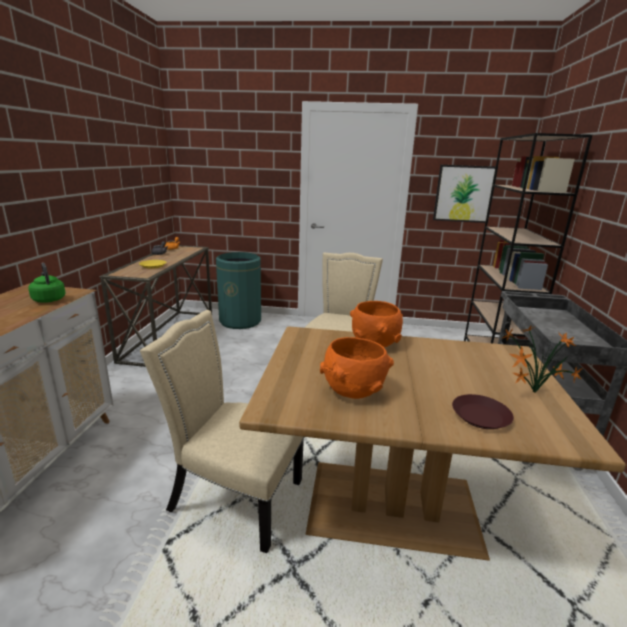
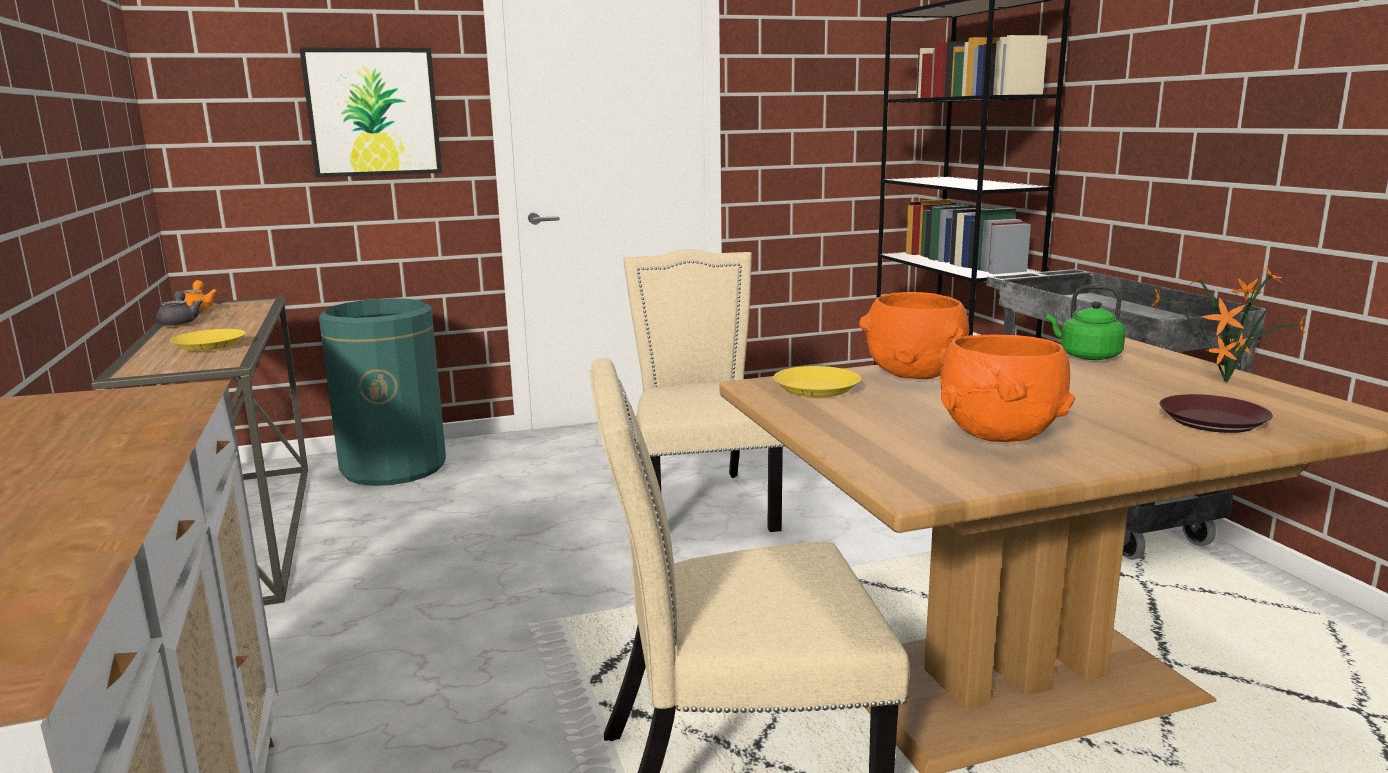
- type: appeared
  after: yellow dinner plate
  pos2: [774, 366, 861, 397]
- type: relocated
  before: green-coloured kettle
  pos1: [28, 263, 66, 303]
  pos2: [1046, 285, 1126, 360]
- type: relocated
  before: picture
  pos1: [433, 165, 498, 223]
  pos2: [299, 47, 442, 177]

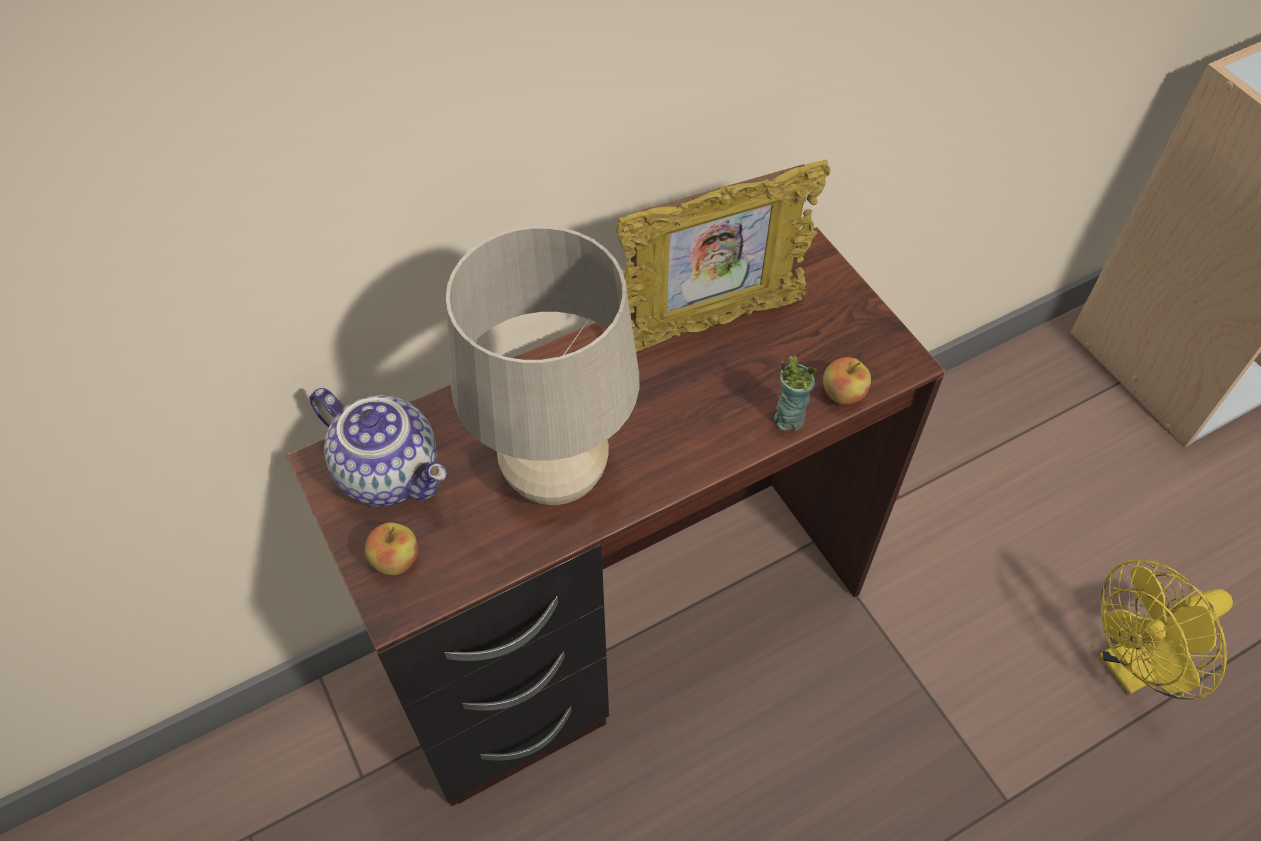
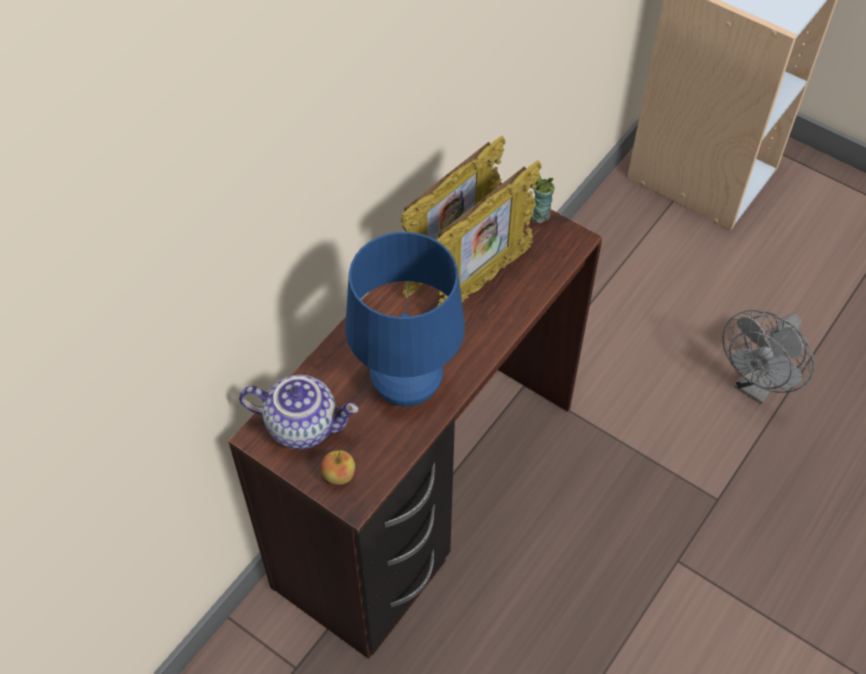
- type: missing
  before: apple fruit
  pos1: [823, 357, 871, 405]
- type: appeared
  after: photo frame
  pos2: [437, 160, 541, 307]
- type: relocated
  before: small cup
  pos1: [774, 356, 817, 431]
  pos2: [532, 175, 555, 223]
- type: colour
  before: beige-coloured tabletop lamp
  after: blue tabletop lamp
  pos1: [446, 226, 639, 505]
  pos2: [346, 232, 465, 407]
- type: colour
  before: yellow cooling fan
  after: greyish cooling fan
  pos1: [1099, 559, 1233, 700]
  pos2: [722, 310, 814, 404]

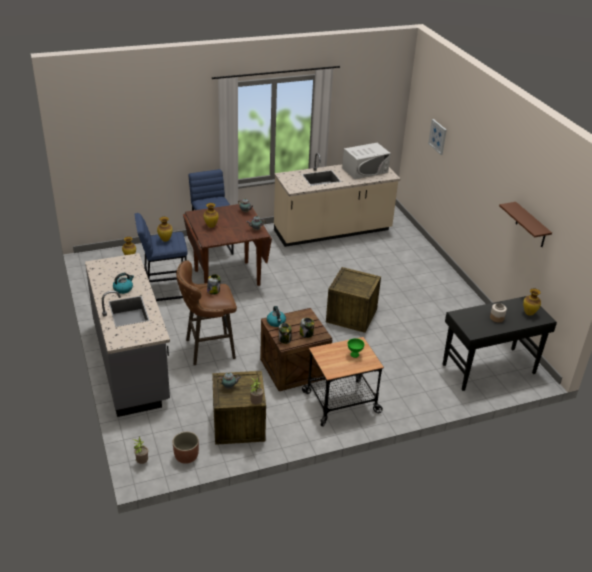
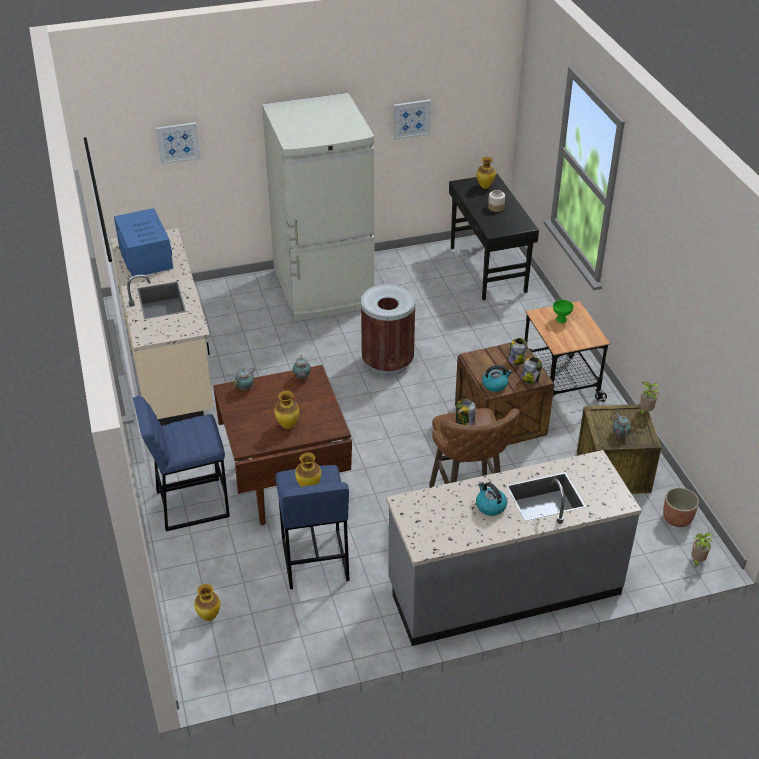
- type: appeared
  after: white kitchen fridge
  pos2: [262, 93, 375, 320]
- type: exchanged
  before: crate
  after: brownish trash can
  pos1: [326, 267, 381, 333]
  pos2: [361, 284, 416, 376]
- type: exchanged
  before: brownish shelf
  after: picture
  pos1: [499, 202, 552, 247]
  pos2: [394, 100, 431, 140]
- type: colour
  before: white kitchen microwave
  after: blue kitchen microwave
  pos1: [342, 143, 390, 179]
  pos2: [114, 208, 173, 276]

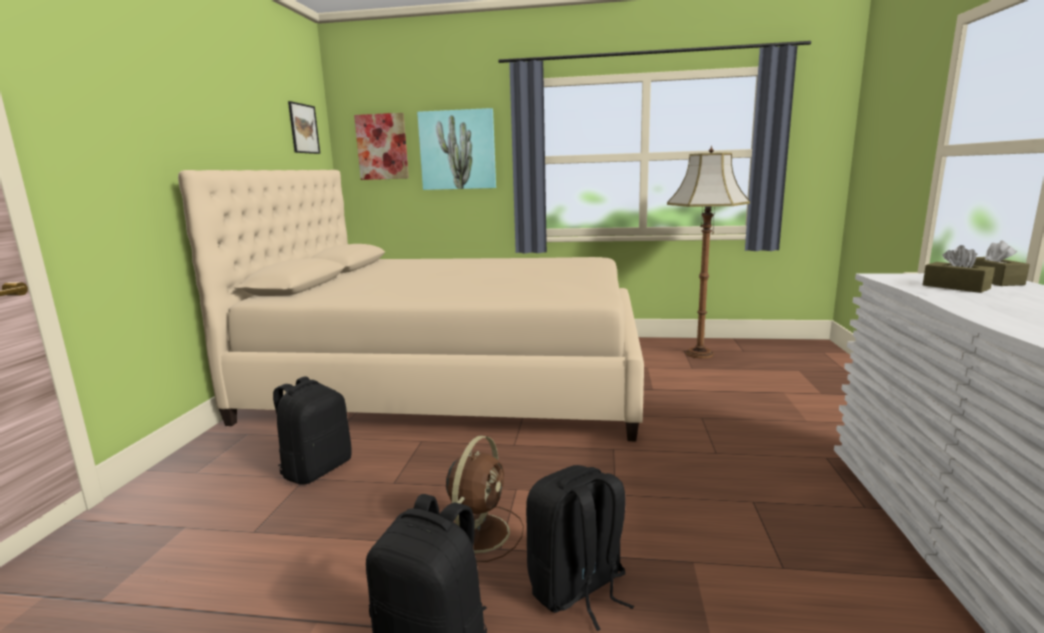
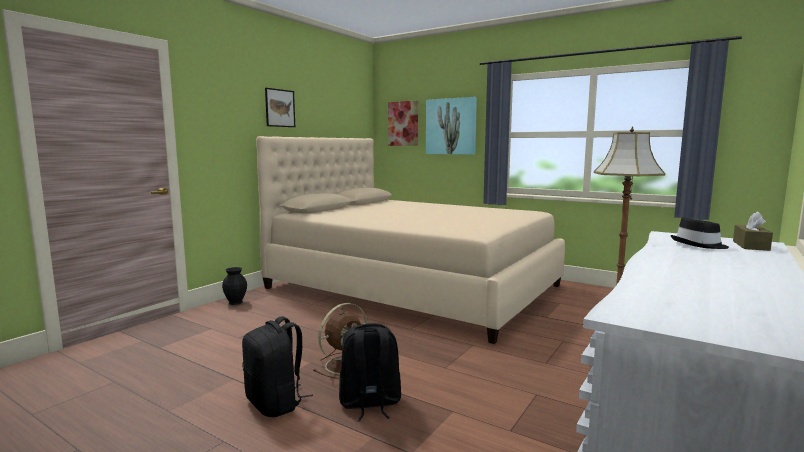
- type: missing
  before: black-coloured rucksack
  pos1: [273, 376, 352, 485]
- type: appeared
  after: black-coloured vase
  pos2: [222, 267, 247, 305]
- type: relocated
  before: picture
  pos1: [288, 101, 320, 154]
  pos2: [265, 88, 295, 127]
- type: exchanged
  before: brownish box of tissues
  after: black-coloured clothing hat
  pos1: [923, 245, 995, 293]
  pos2: [670, 217, 729, 249]

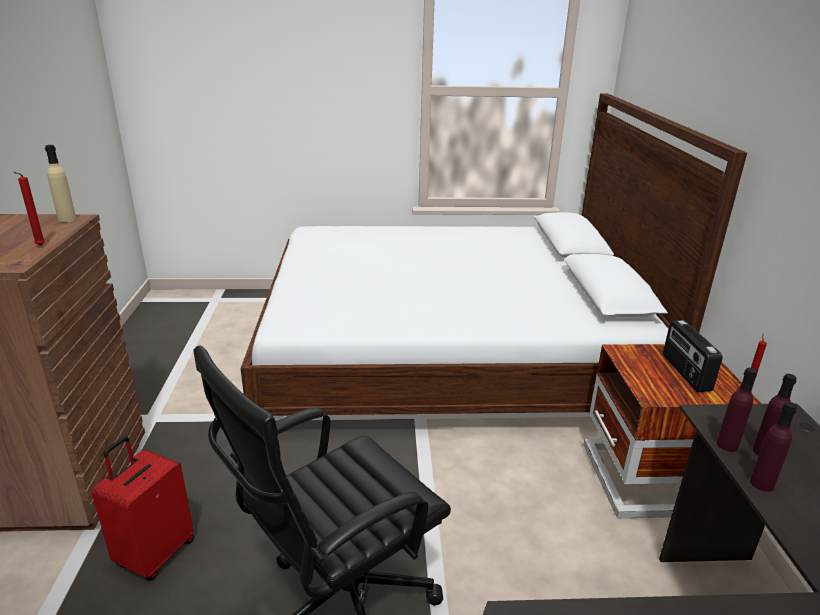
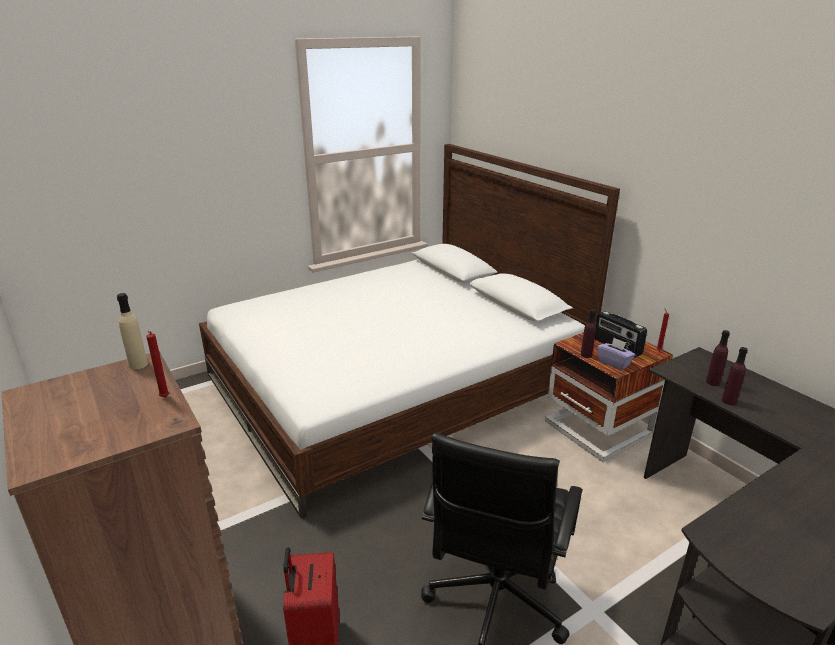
- type: appeared
  after: purple box of tissues
  pos2: [597, 338, 635, 370]
- type: relocated
  before: purple bottle
  pos1: [717, 368, 757, 452]
  pos2: [581, 309, 596, 358]

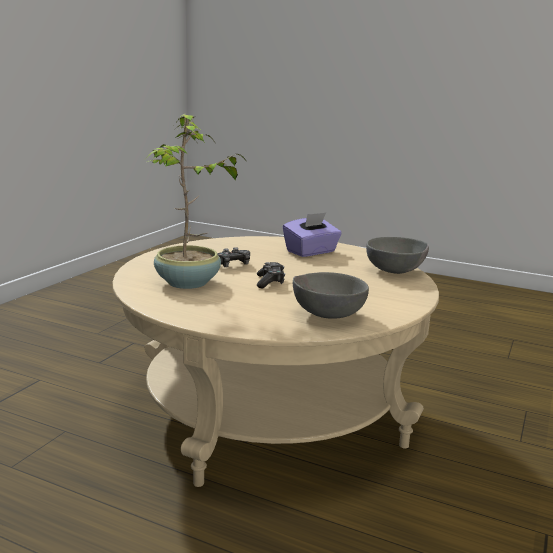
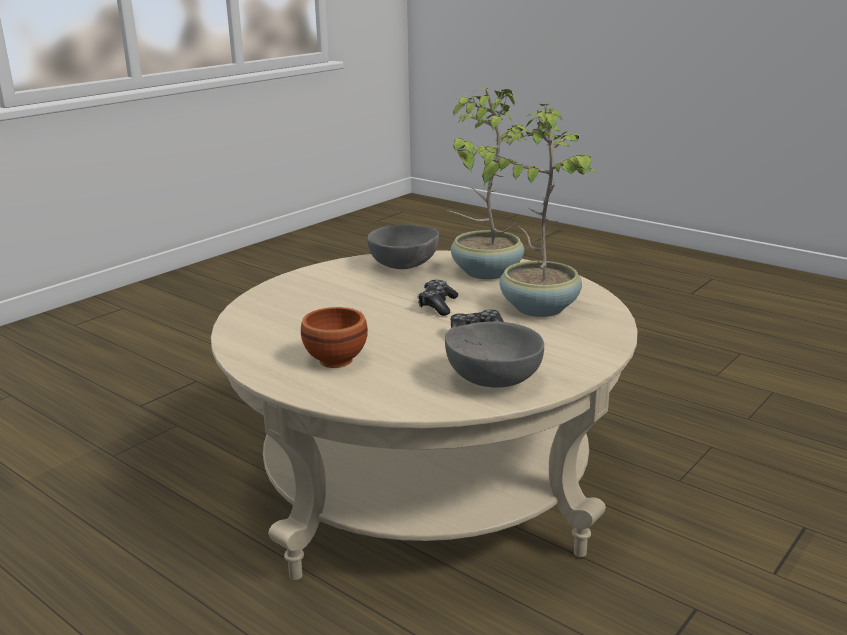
- type: appeared
  after: potted plant
  pos2: [446, 88, 533, 279]
- type: relocated
  before: greyish deep dish
  pos1: [366, 237, 429, 274]
  pos2: [445, 321, 544, 388]
- type: exchanged
  before: purple box of tissues
  after: brownish deep dish
  pos1: [283, 212, 342, 257]
  pos2: [301, 307, 368, 368]

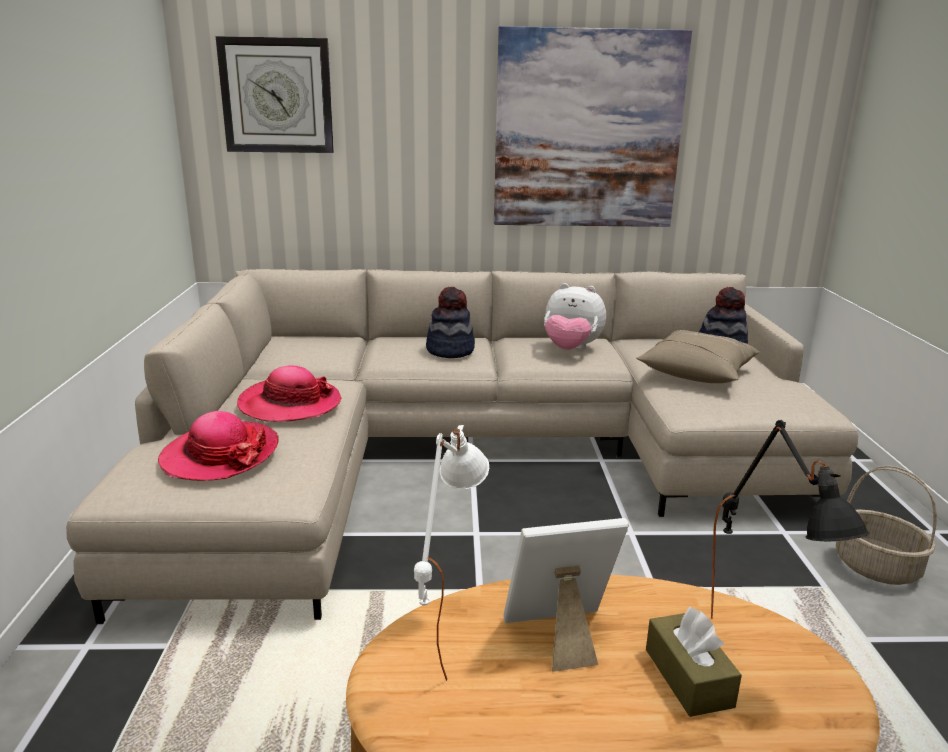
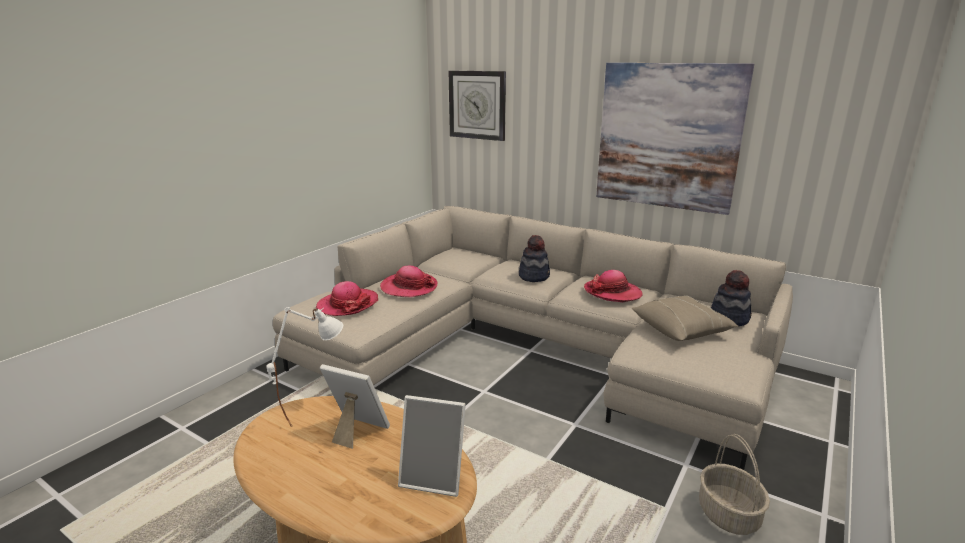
- type: missing
  before: brownish box of tissues
  pos1: [646, 606, 742, 717]
- type: exchanged
  before: soft toy
  after: clothing hat
  pos1: [544, 283, 606, 350]
  pos2: [584, 270, 643, 302]
- type: exchanged
  before: black-coloured tabletop lamp
  after: photo frame
  pos1: [711, 420, 869, 619]
  pos2: [398, 395, 466, 497]

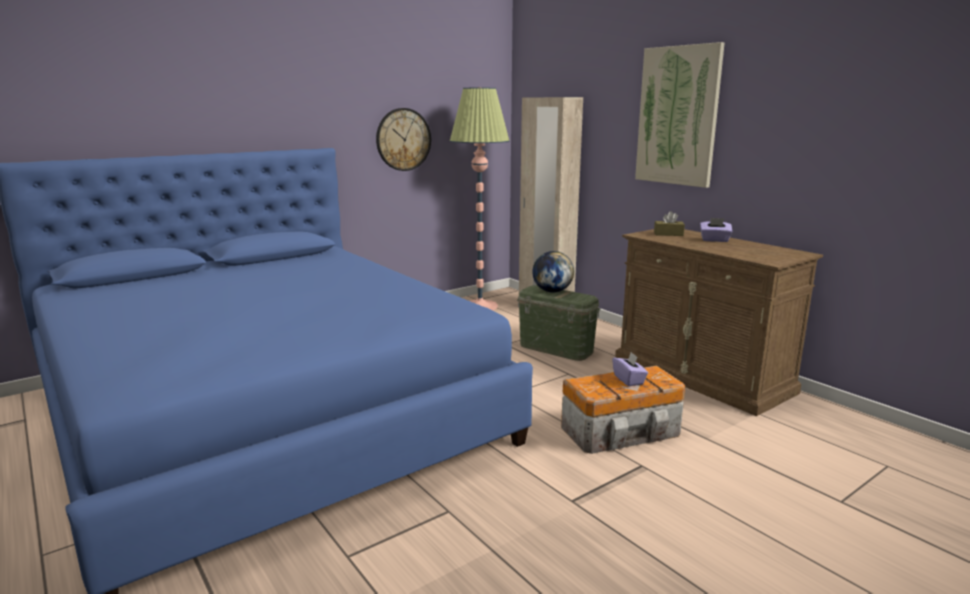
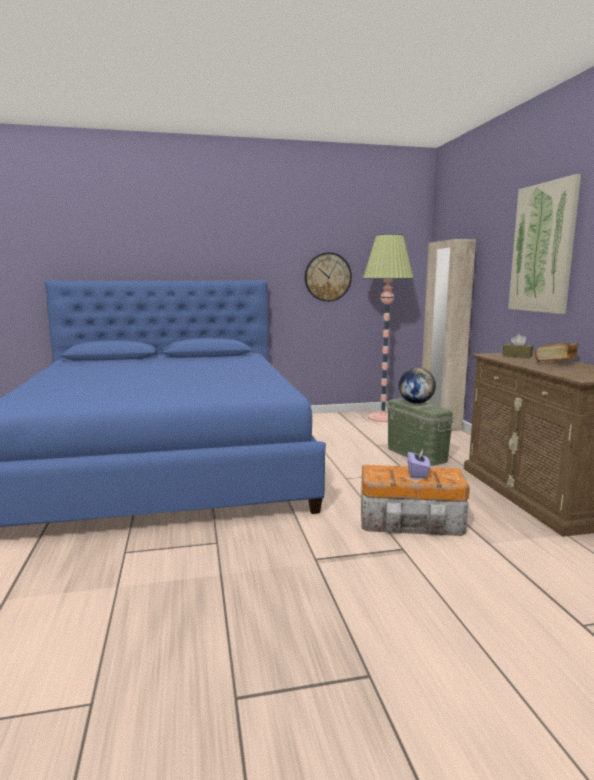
- type: exchanged
  before: purple box of tissues
  after: volume
  pos1: [700, 218, 733, 242]
  pos2: [535, 343, 578, 362]

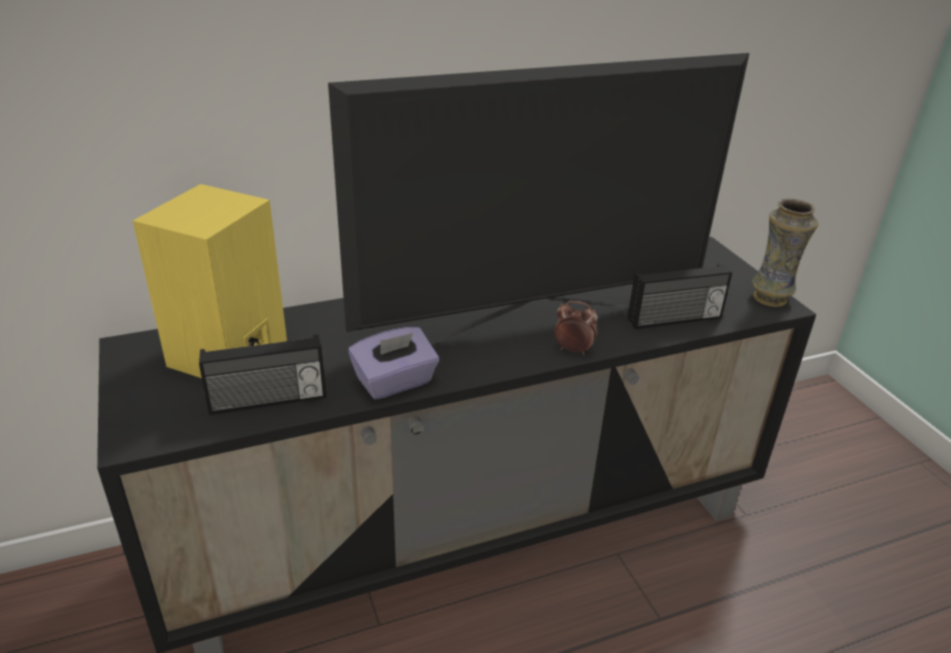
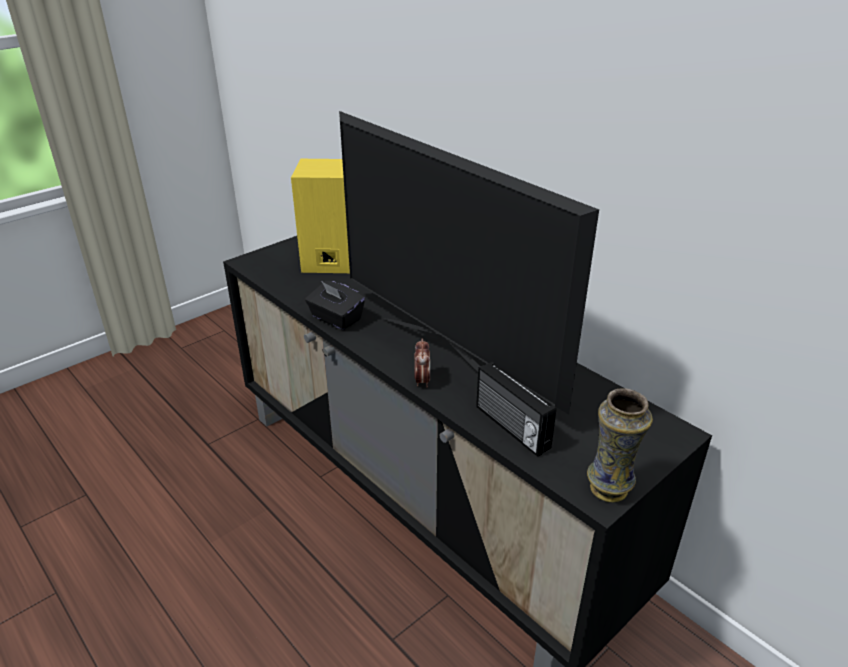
- type: missing
  before: radio
  pos1: [199, 334, 326, 415]
- type: colour
  before: purple box of tissues
  after: black-coloured box of tissues
  pos1: [348, 327, 439, 400]
  pos2: [305, 281, 365, 330]

